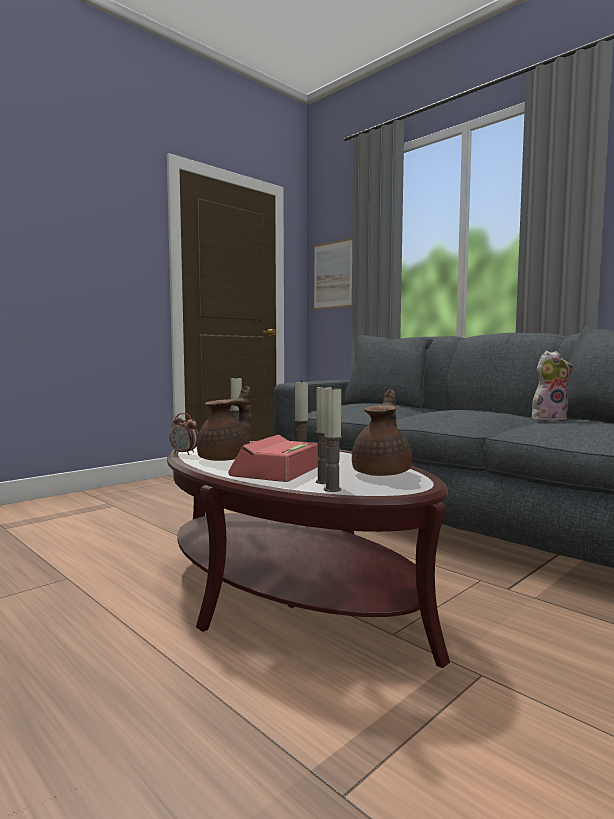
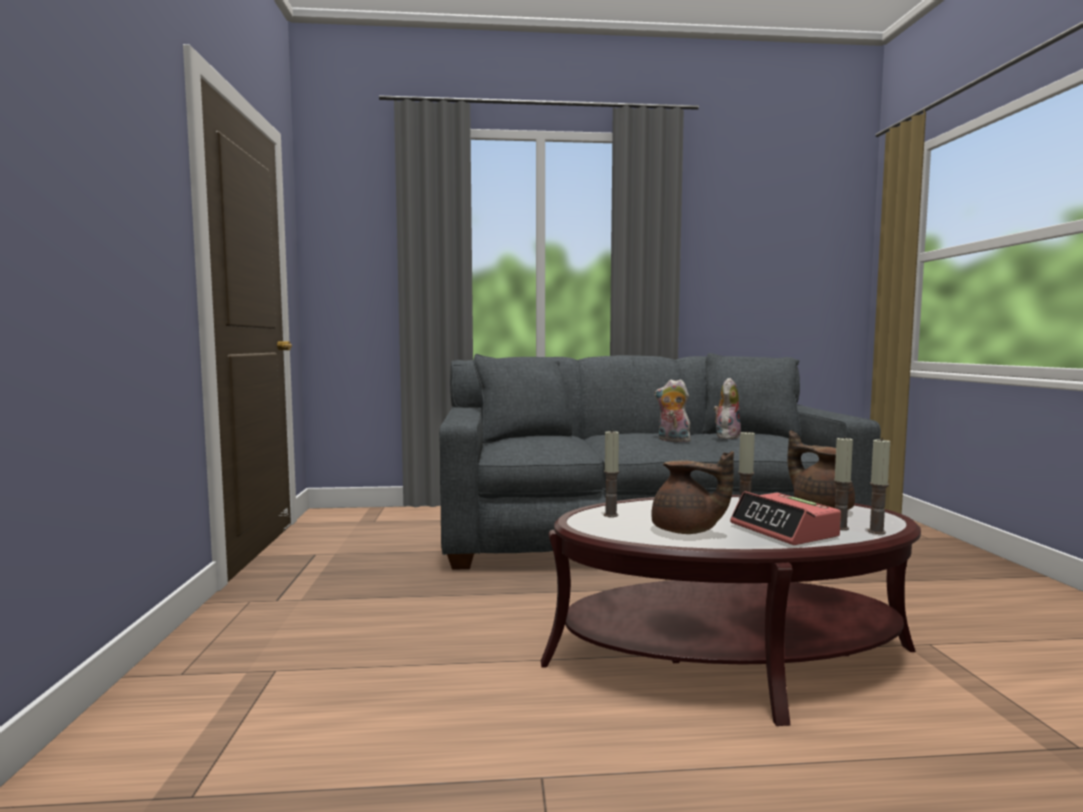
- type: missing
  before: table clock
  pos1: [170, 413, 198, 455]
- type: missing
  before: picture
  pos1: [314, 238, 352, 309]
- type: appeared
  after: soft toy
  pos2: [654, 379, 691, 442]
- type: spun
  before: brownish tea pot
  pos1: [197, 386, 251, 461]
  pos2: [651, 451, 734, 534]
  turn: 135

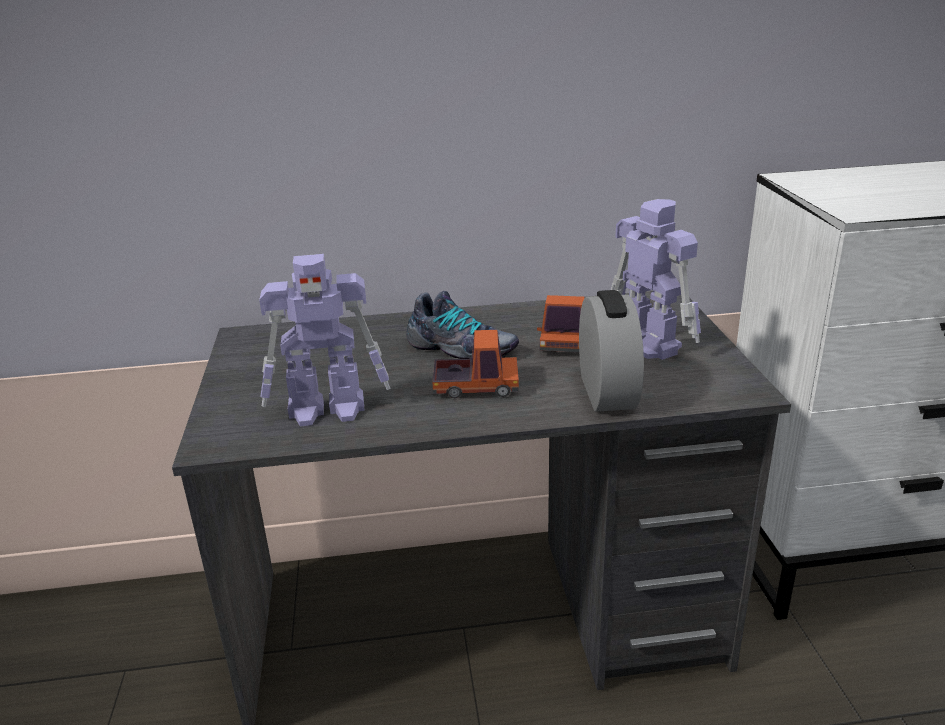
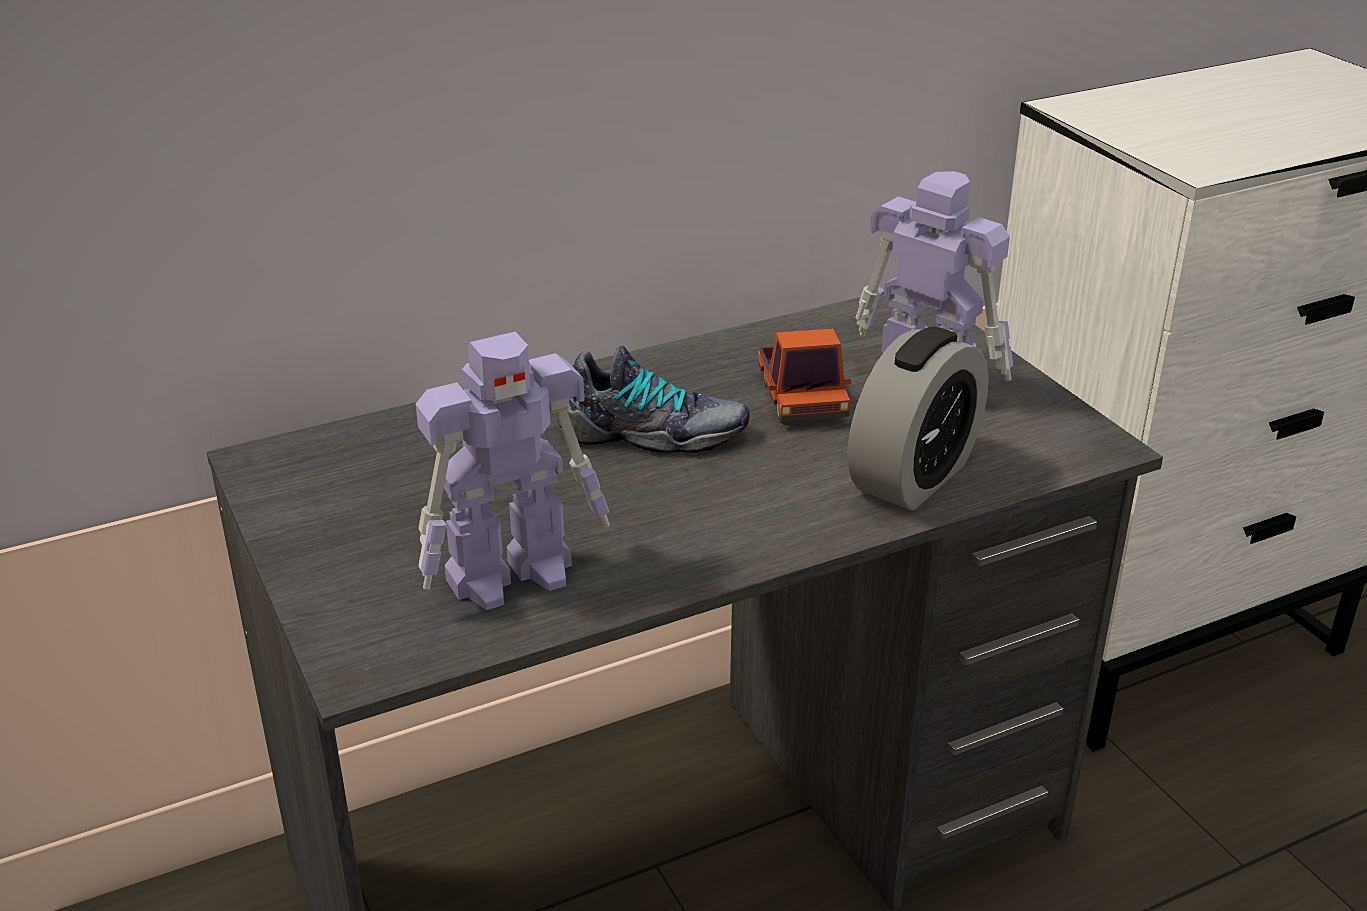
- type: missing
  before: toy truck
  pos1: [432, 330, 519, 398]
- type: spun
  before: table clock
  pos1: [579, 290, 644, 412]
  pos2: [848, 326, 988, 511]
  turn: 60

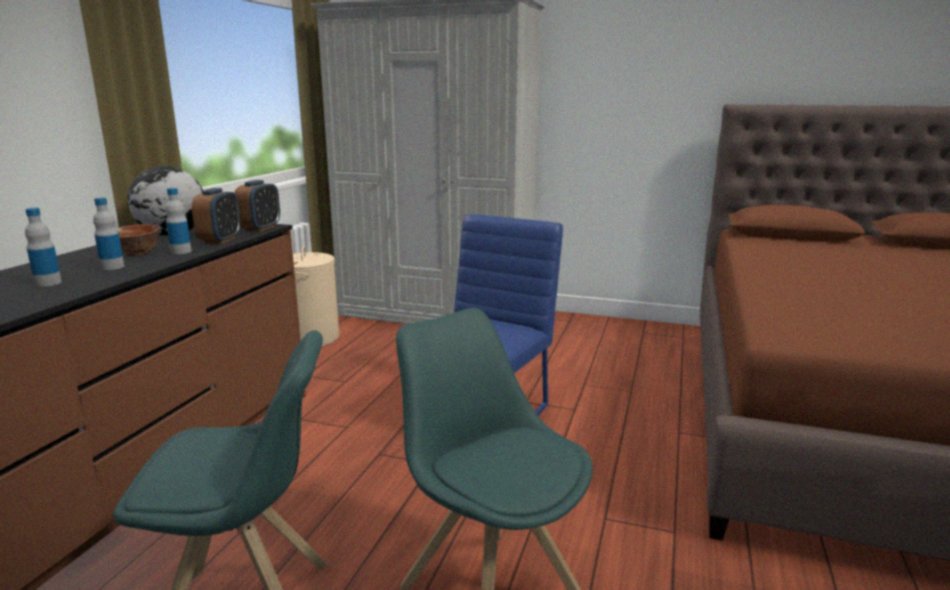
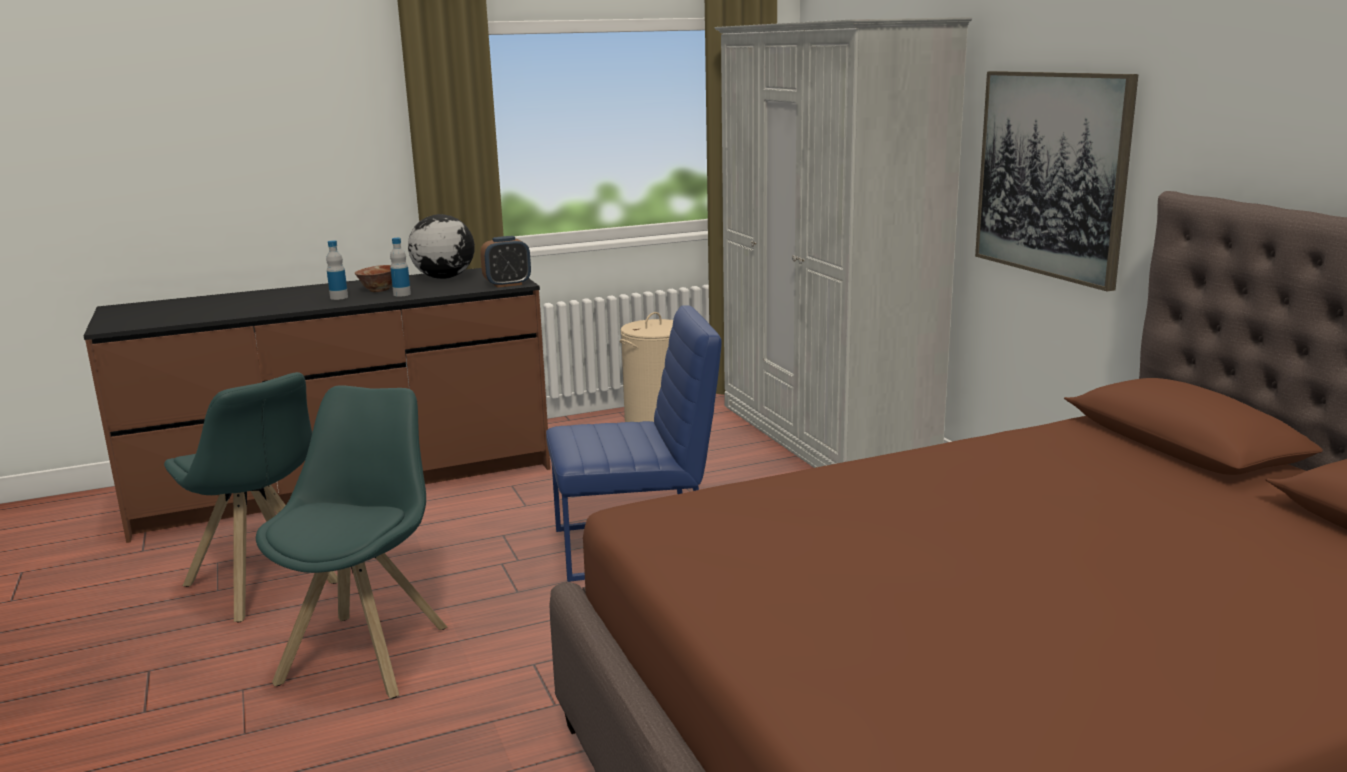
- type: missing
  before: bottle
  pos1: [25, 208, 62, 287]
- type: missing
  before: table clock
  pos1: [192, 188, 240, 244]
- type: appeared
  after: picture
  pos2: [975, 71, 1138, 291]

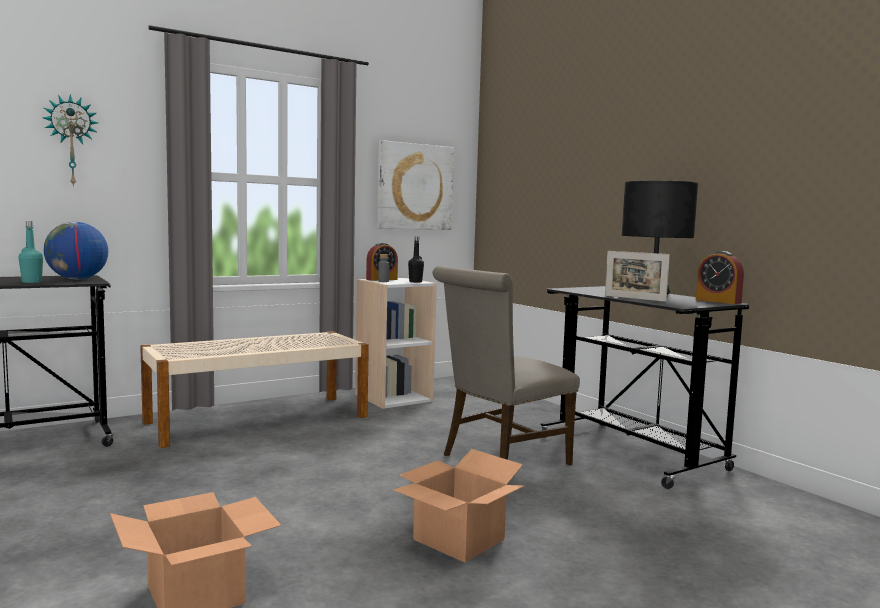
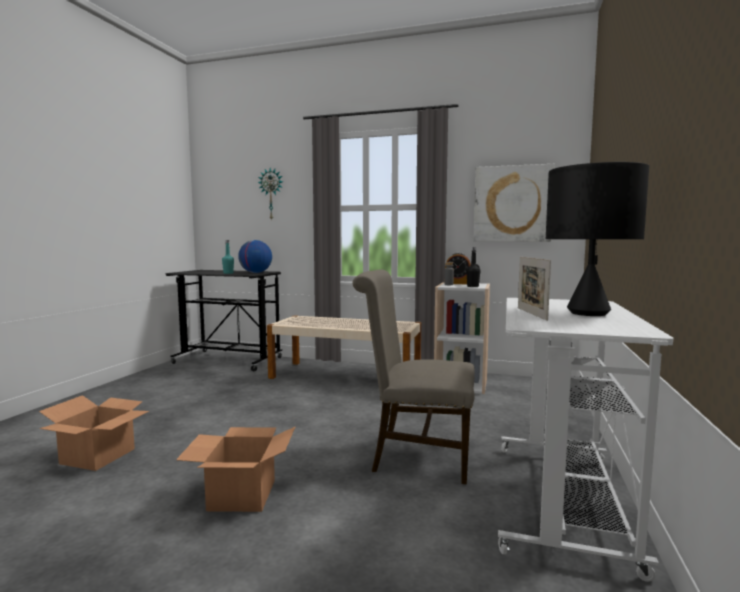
- type: missing
  before: table clock
  pos1: [696, 251, 744, 304]
- type: colour
  before: black-coloured desk table
  after: white desk table
  pos1: [541, 286, 749, 489]
  pos2: [498, 298, 673, 582]

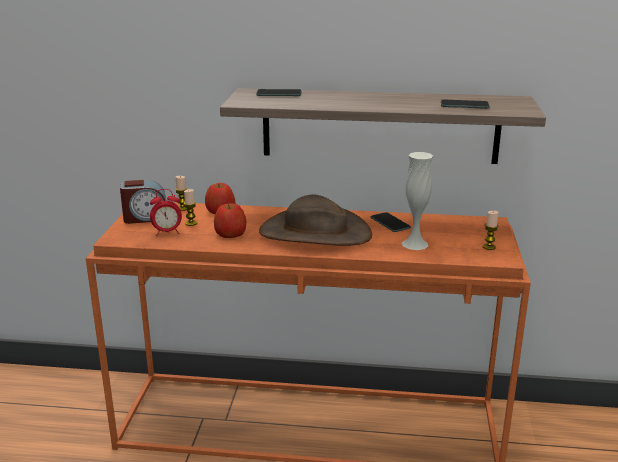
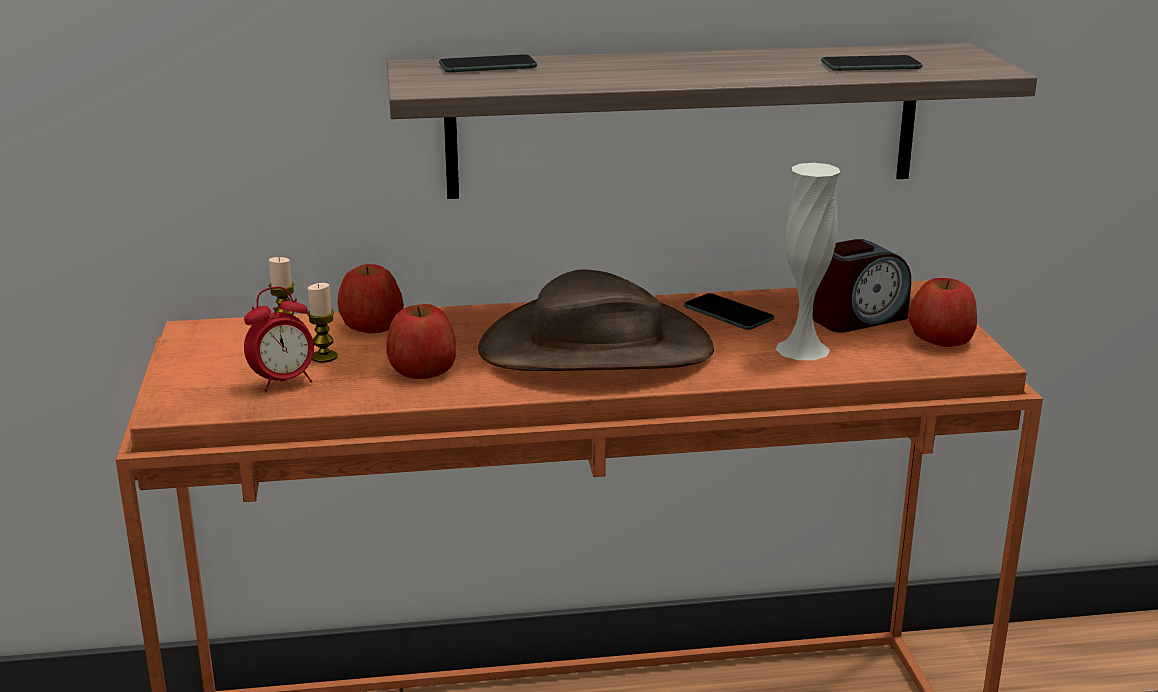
- type: relocated
  before: table clock
  pos1: [120, 180, 166, 224]
  pos2: [813, 239, 911, 333]
- type: exchanged
  before: candle
  after: apple fruit
  pos1: [483, 211, 499, 250]
  pos2: [908, 278, 977, 347]

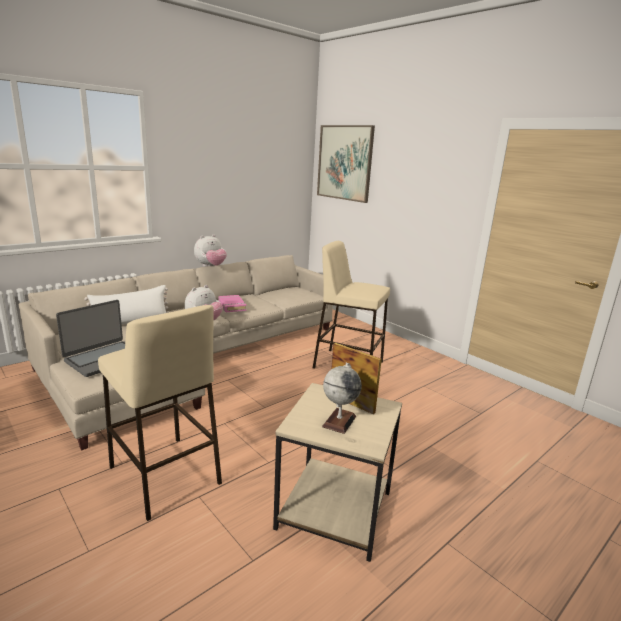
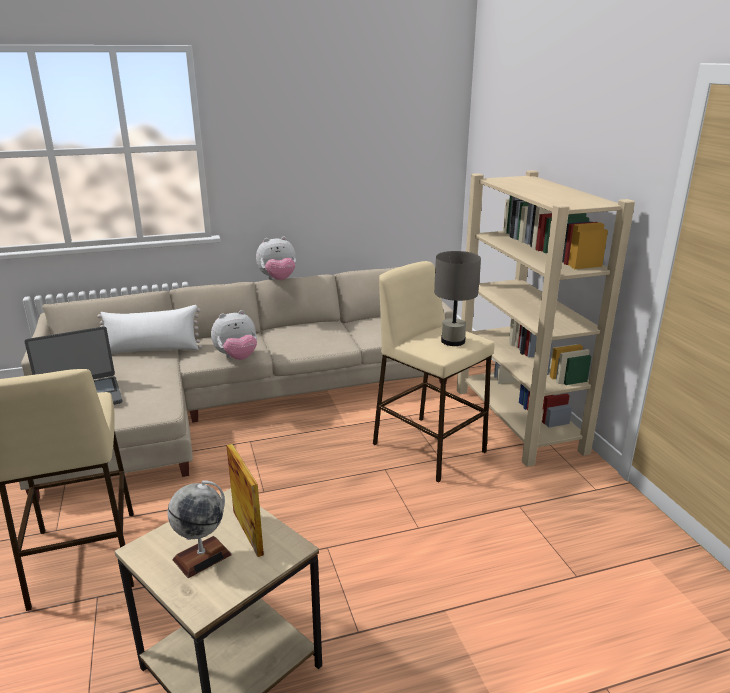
- type: missing
  before: pink volume
  pos1: [218, 295, 246, 312]
- type: missing
  before: picture
  pos1: [317, 125, 375, 203]
- type: appeared
  after: greyish tabletop lamp
  pos2: [434, 251, 481, 346]
- type: appeared
  after: beige-coloured shelving unit
  pos2: [457, 170, 635, 467]

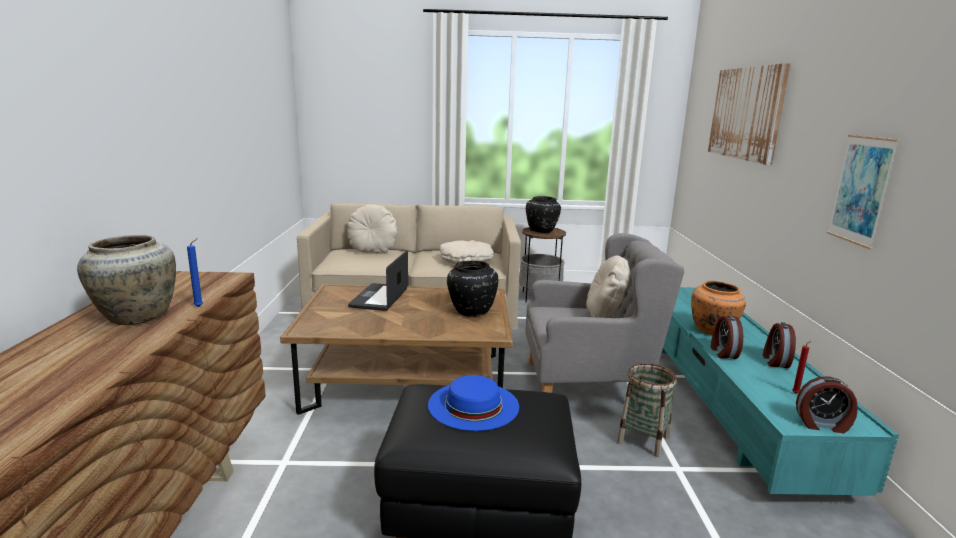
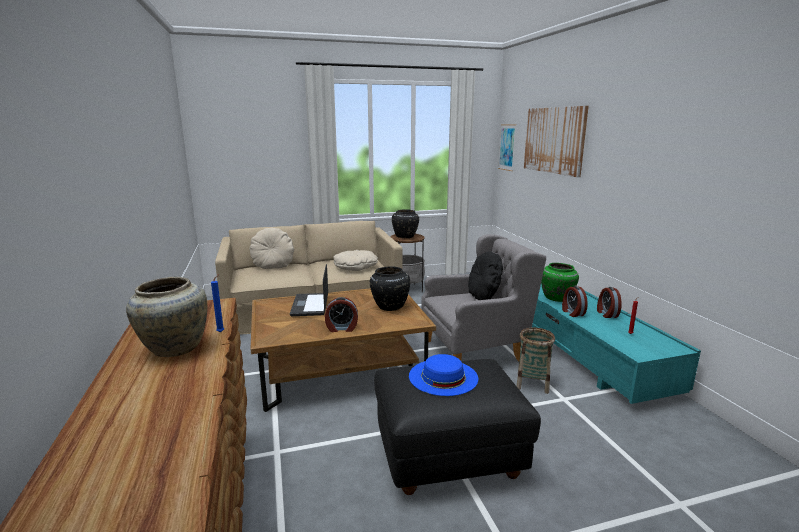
- type: relocated
  before: table clock
  pos1: [796, 376, 858, 433]
  pos2: [325, 297, 358, 332]
- type: relocated
  before: picture
  pos1: [827, 135, 900, 250]
  pos2: [498, 124, 516, 171]
- type: colour
  before: beige-coloured pillow
  after: black-coloured pillow
  pos1: [586, 255, 630, 318]
  pos2: [468, 251, 503, 300]
- type: colour
  before: orange vase
  after: green-coloured vase
  pos1: [691, 281, 746, 335]
  pos2: [541, 263, 579, 302]

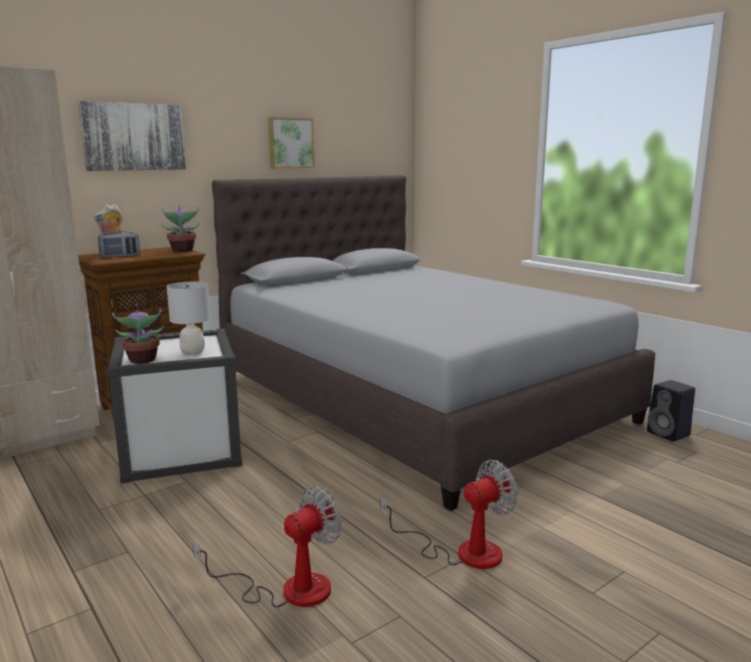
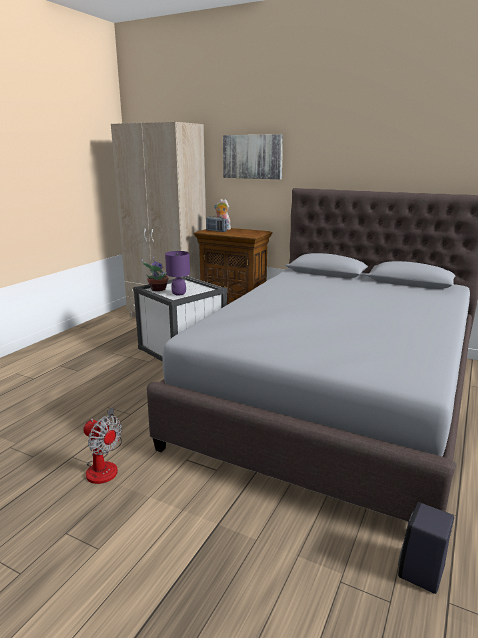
- type: missing
  before: potted plant
  pos1: [161, 203, 200, 252]
- type: missing
  before: cooling fan
  pos1: [193, 486, 342, 608]
- type: missing
  before: picture
  pos1: [268, 117, 315, 168]
- type: colour
  before: greyish tabletop lamp
  after: purple tabletop lamp
  pos1: [167, 282, 210, 355]
  pos2: [165, 251, 190, 296]

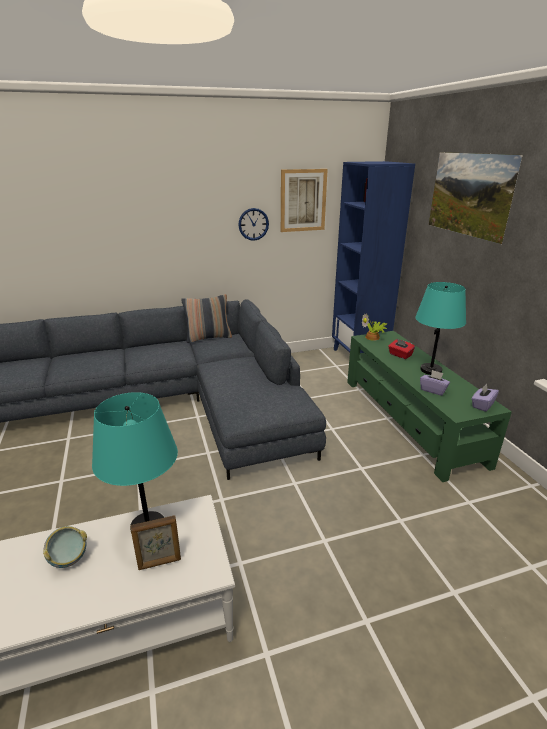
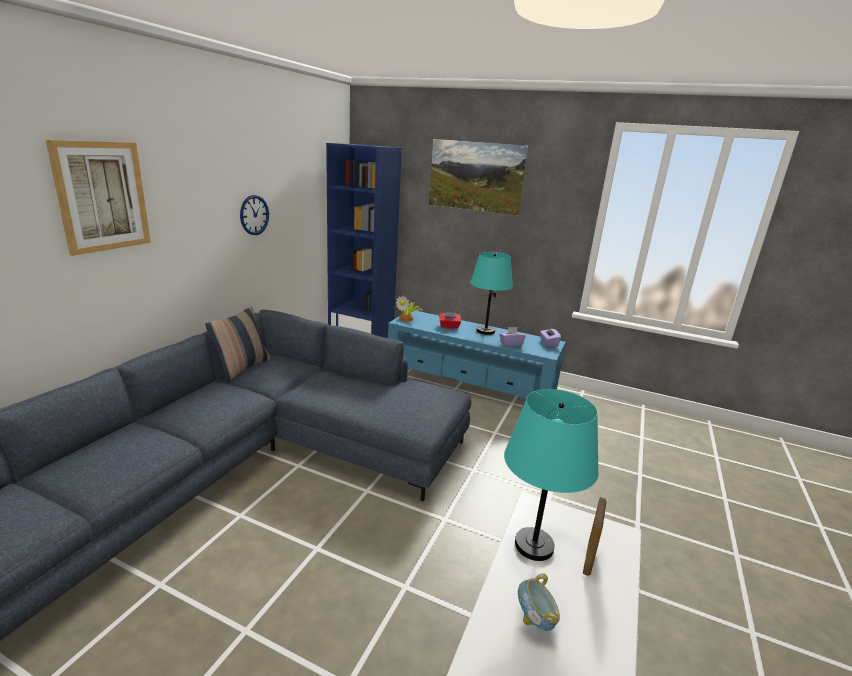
- type: relocated
  before: picture
  pos1: [281, 169, 328, 232]
  pos2: [46, 140, 151, 256]
- type: colour
  before: green-coloured media console
  after: blue media console
  pos1: [347, 331, 512, 482]
  pos2: [388, 311, 566, 398]

